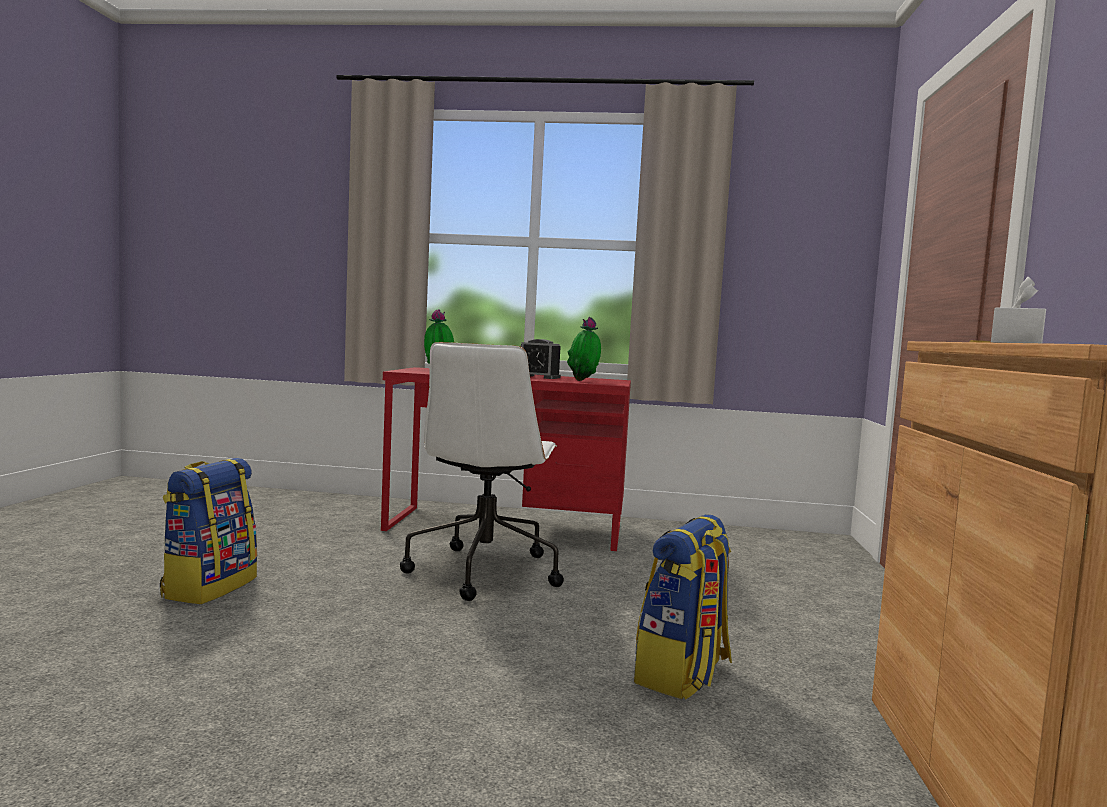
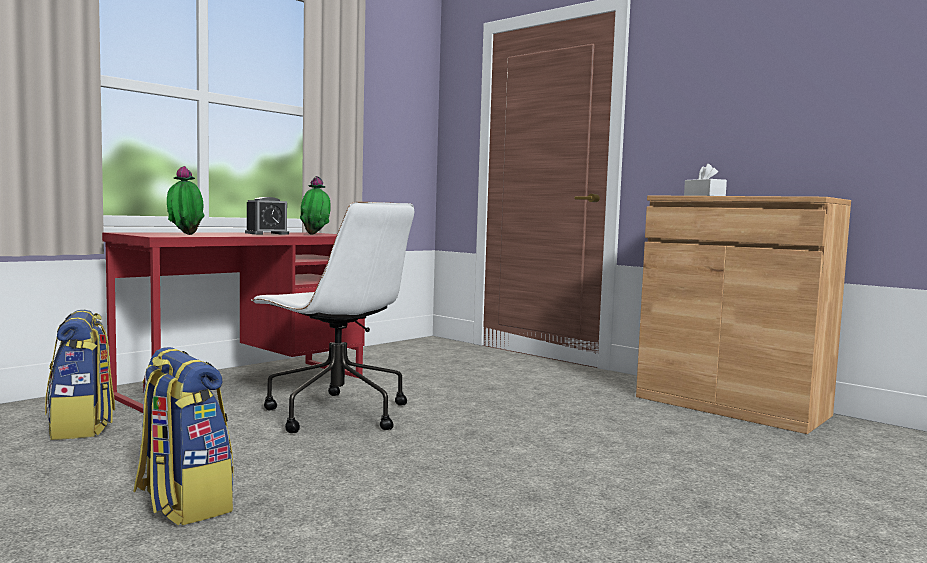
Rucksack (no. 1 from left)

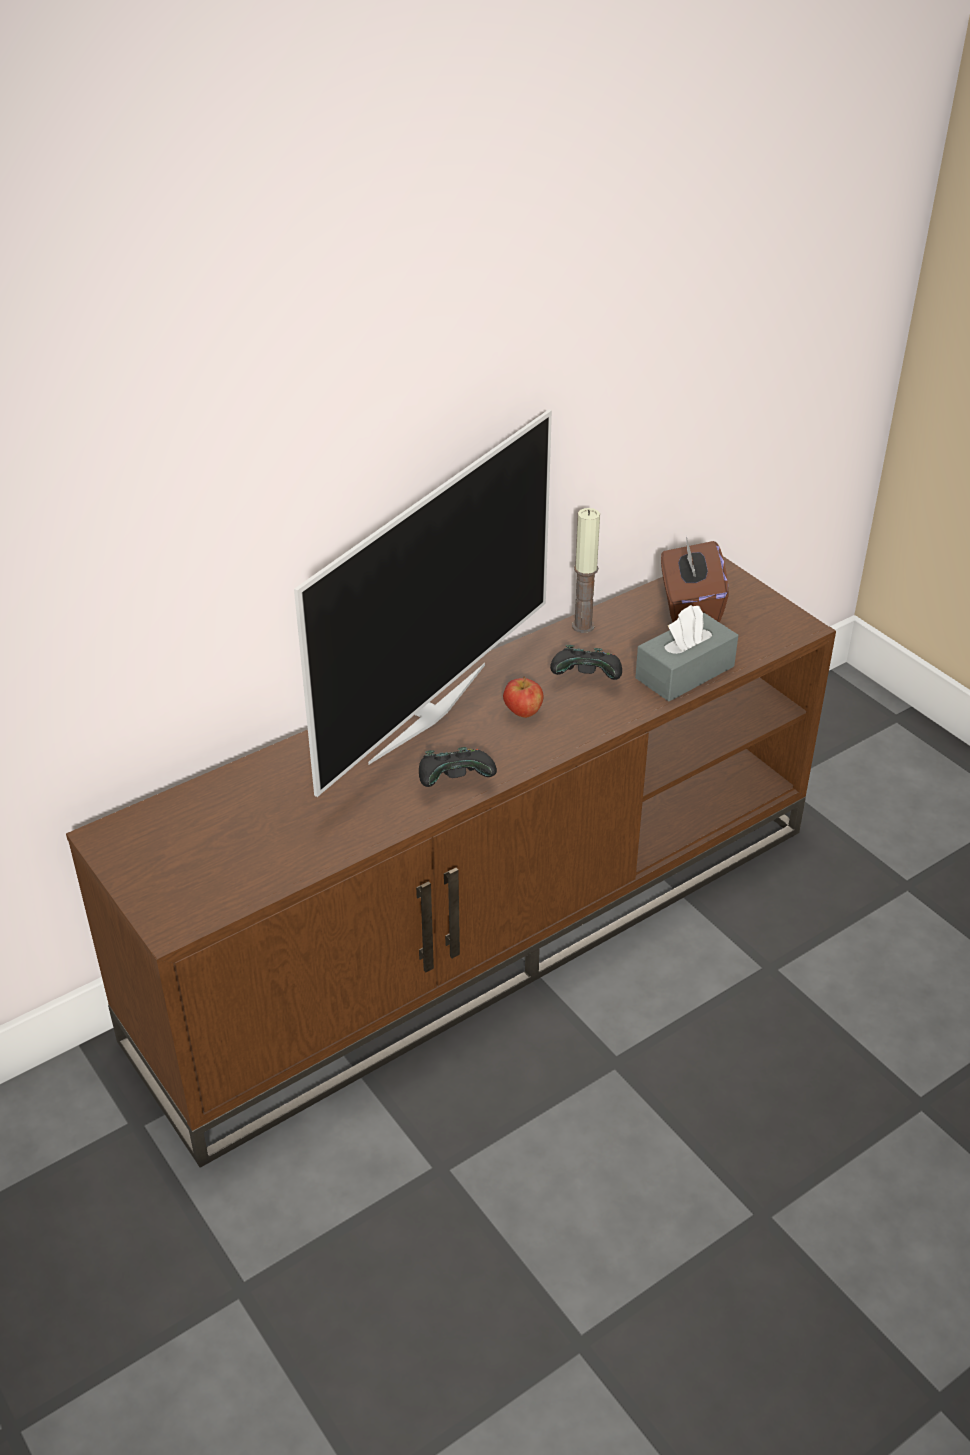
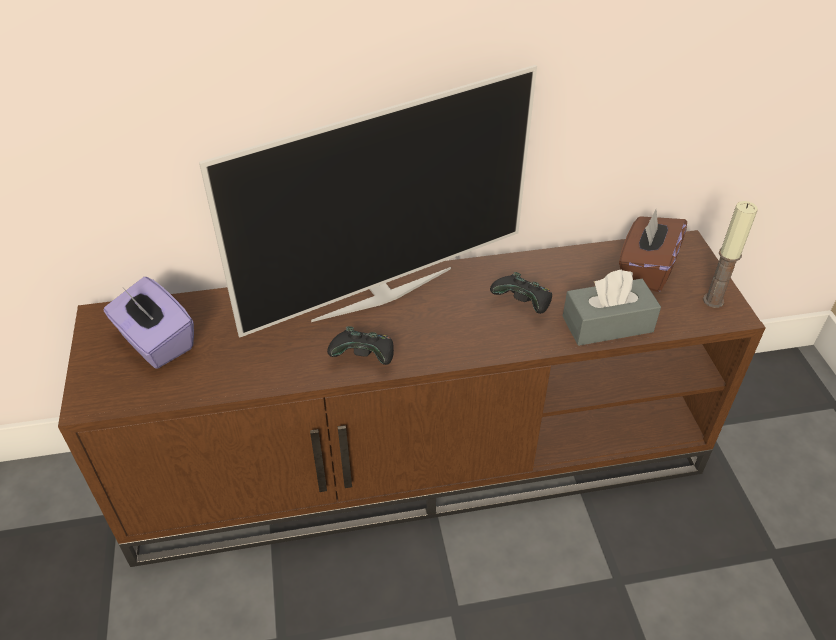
Kerze
Apfel
Taschentuchbox/lila

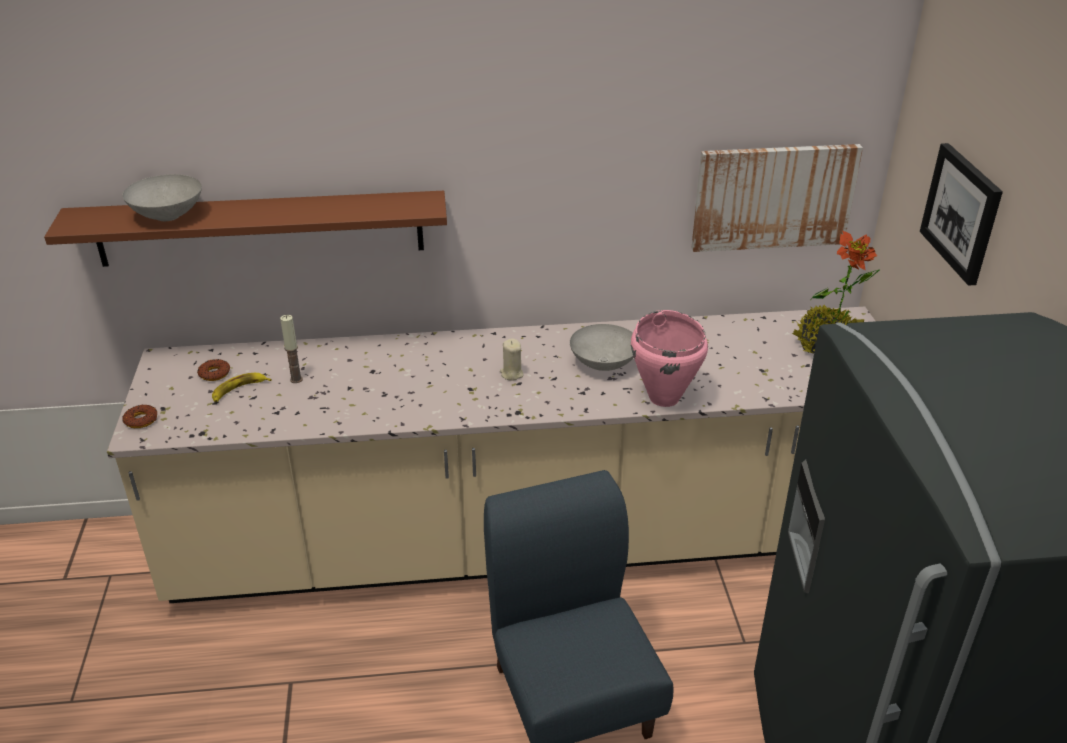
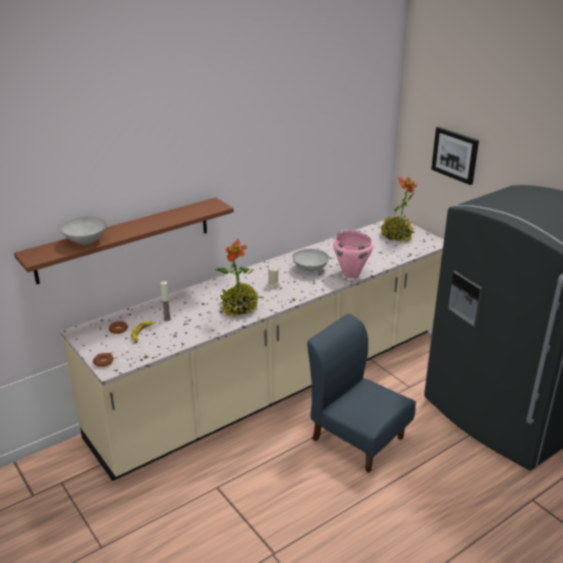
Bild (no. 1 from left in the first image)
Topfpflanze (no. 1 from left)

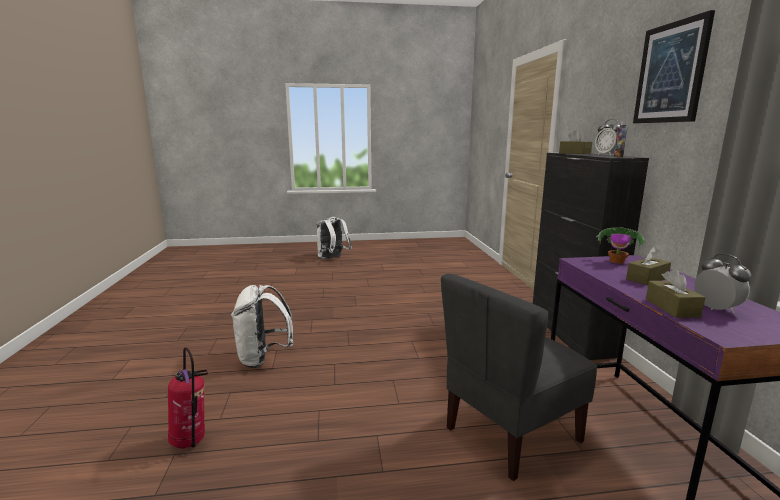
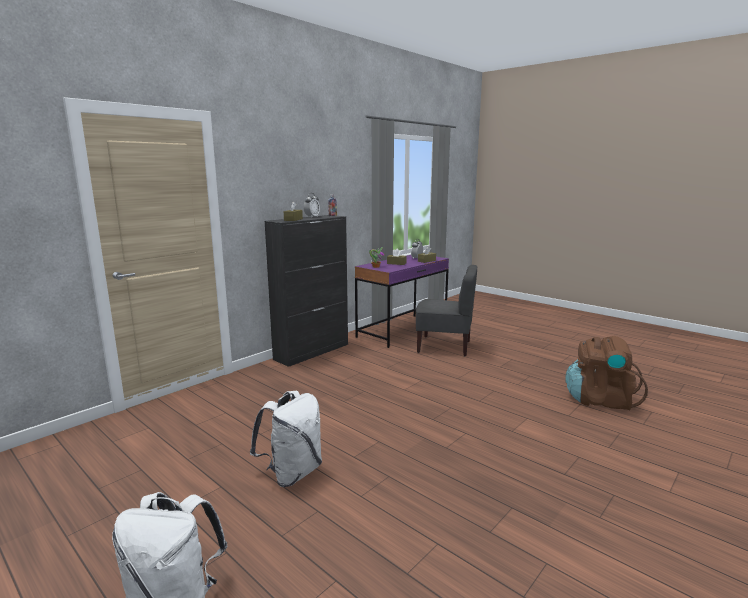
Bild
Rucksack/weiß (no. 2 from left)
Rucksack/braun

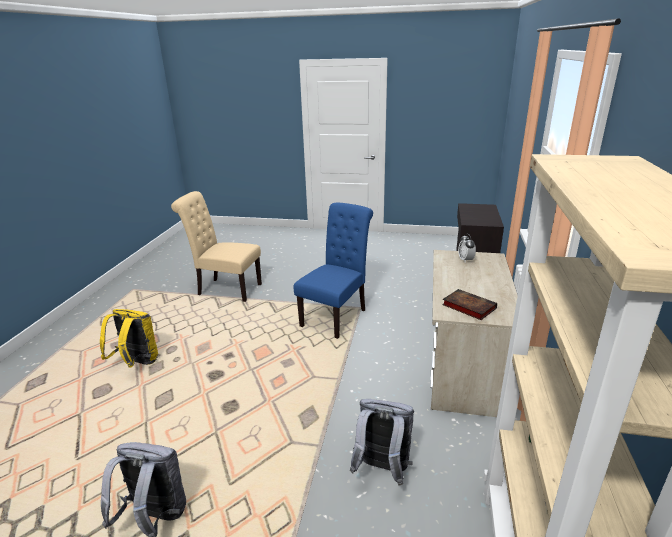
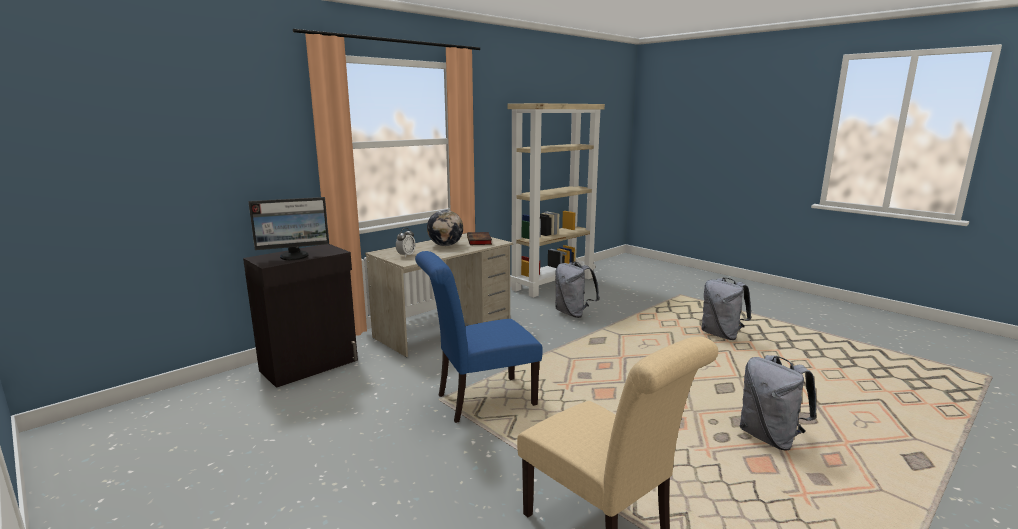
Rucksack/grau (no. 3 from left)
Monitor
Globus

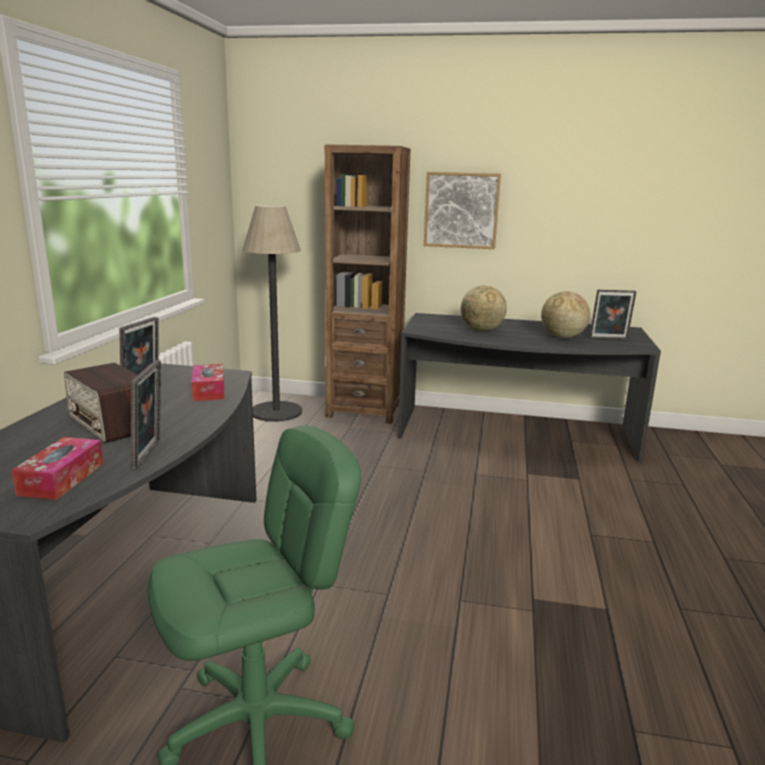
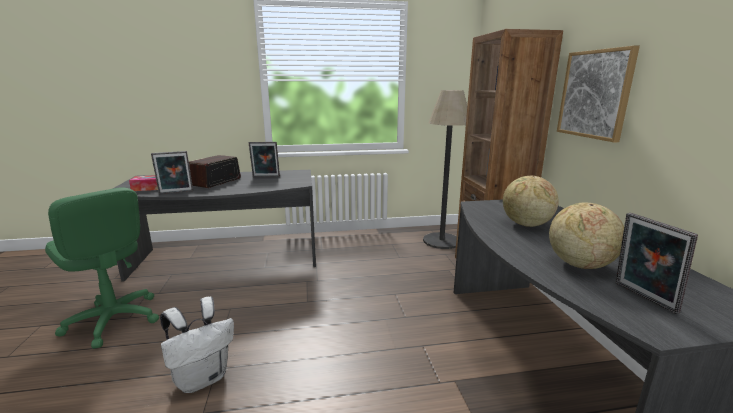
Taschentuchbox (no. 2 from left in the first image)
Rucksack/weiß

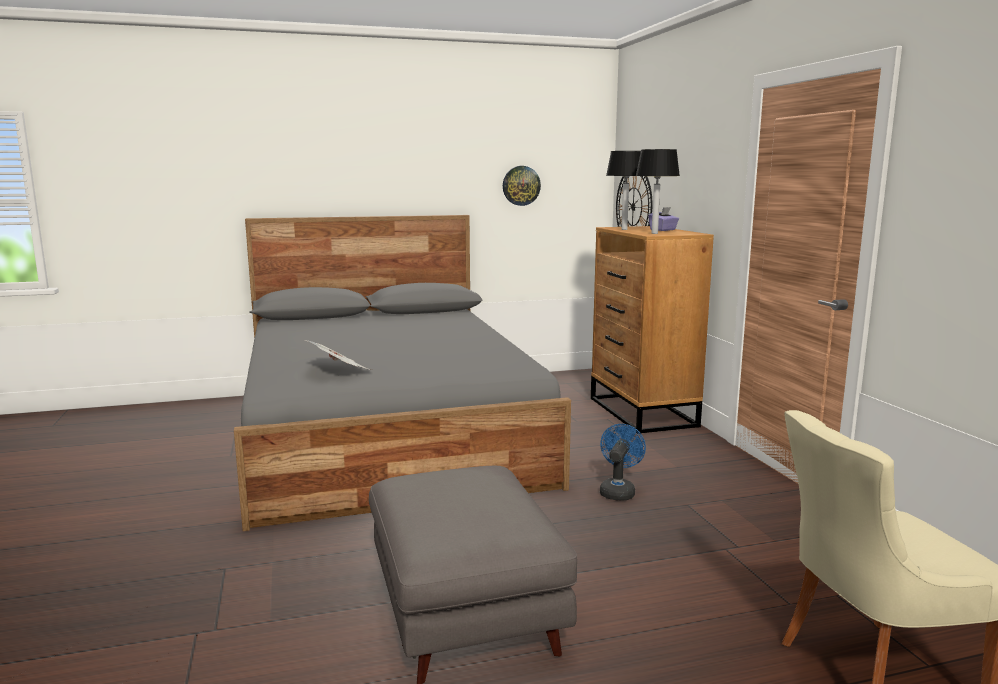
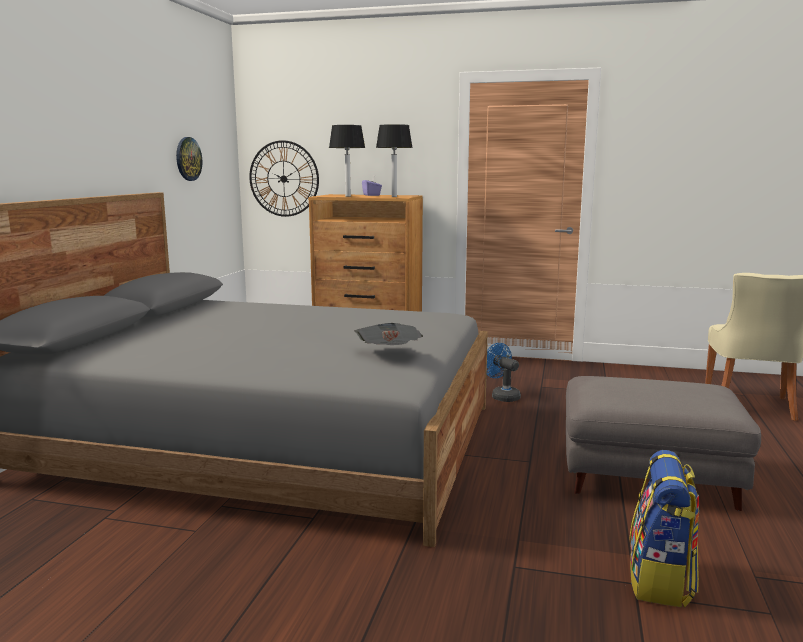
Rucksack

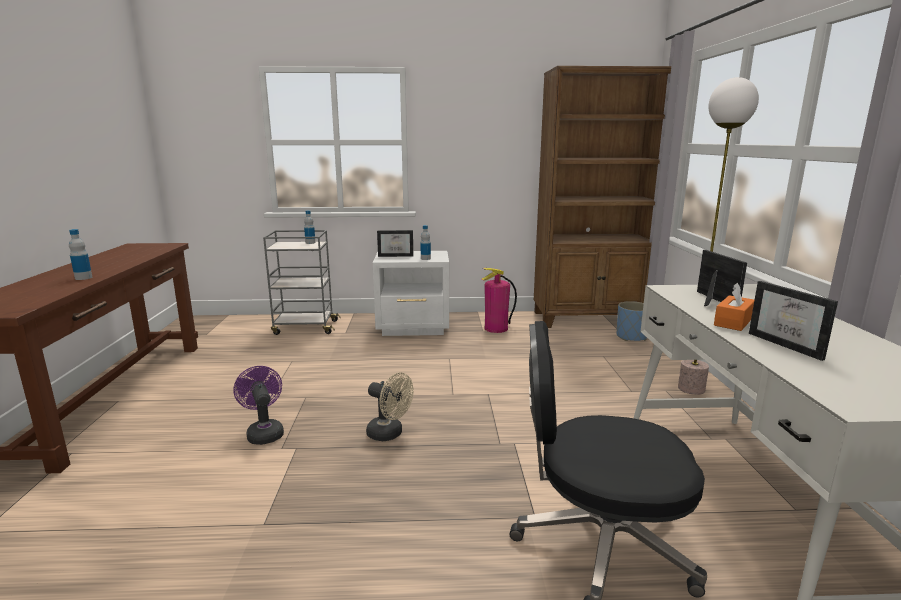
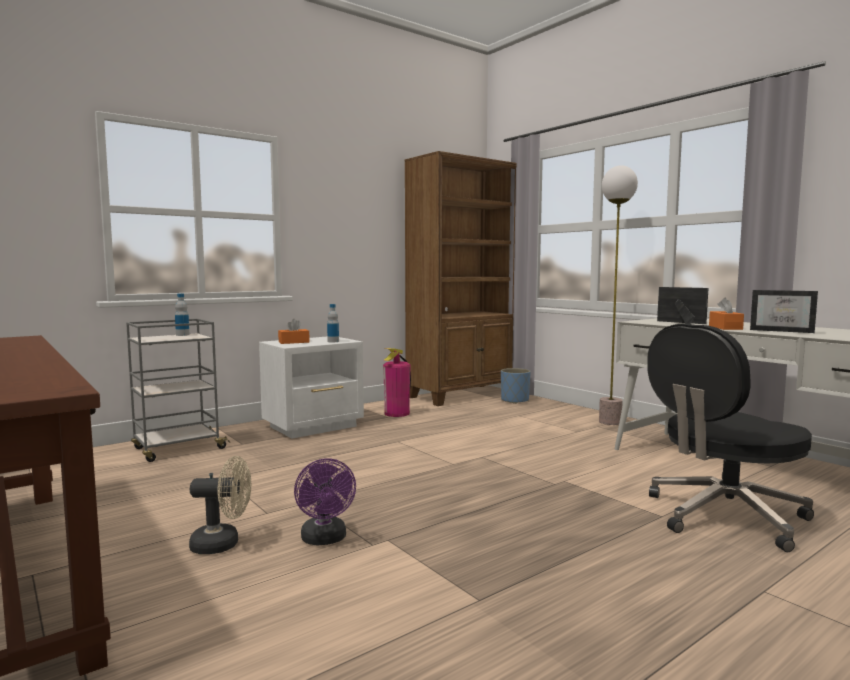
Flasche (no. 1 from left in the first image)
Taschentuchbox/orange (no. 1 from left)
Ventilator/lila
Ventilator/beige

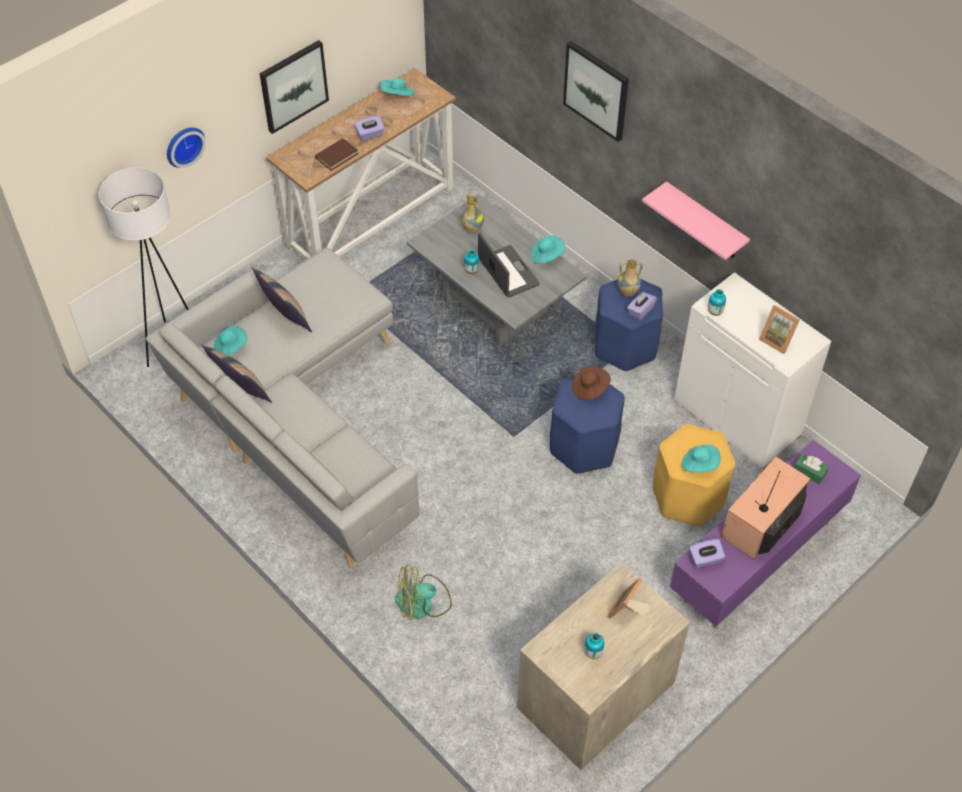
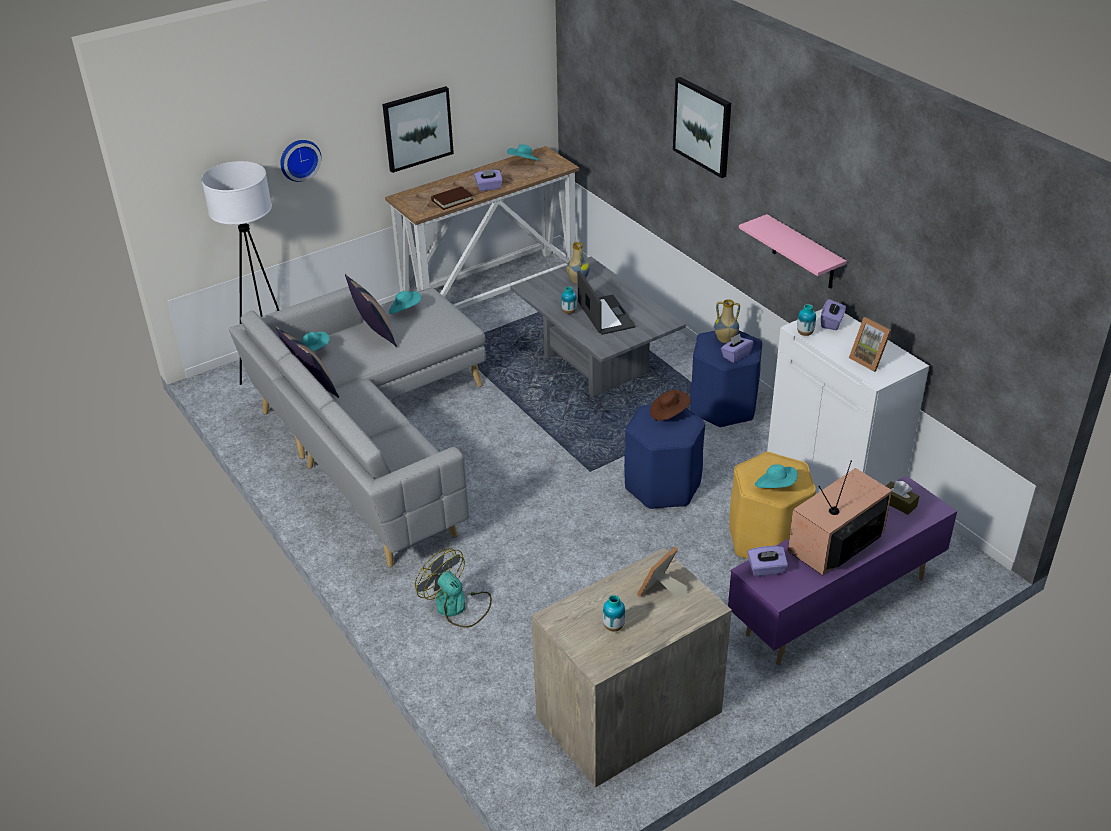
Hut/türkis (no. 2 from left)
Taschentuchbox/braun
Ventilator
Taschentuchbox/lila (no. 4 from left)

